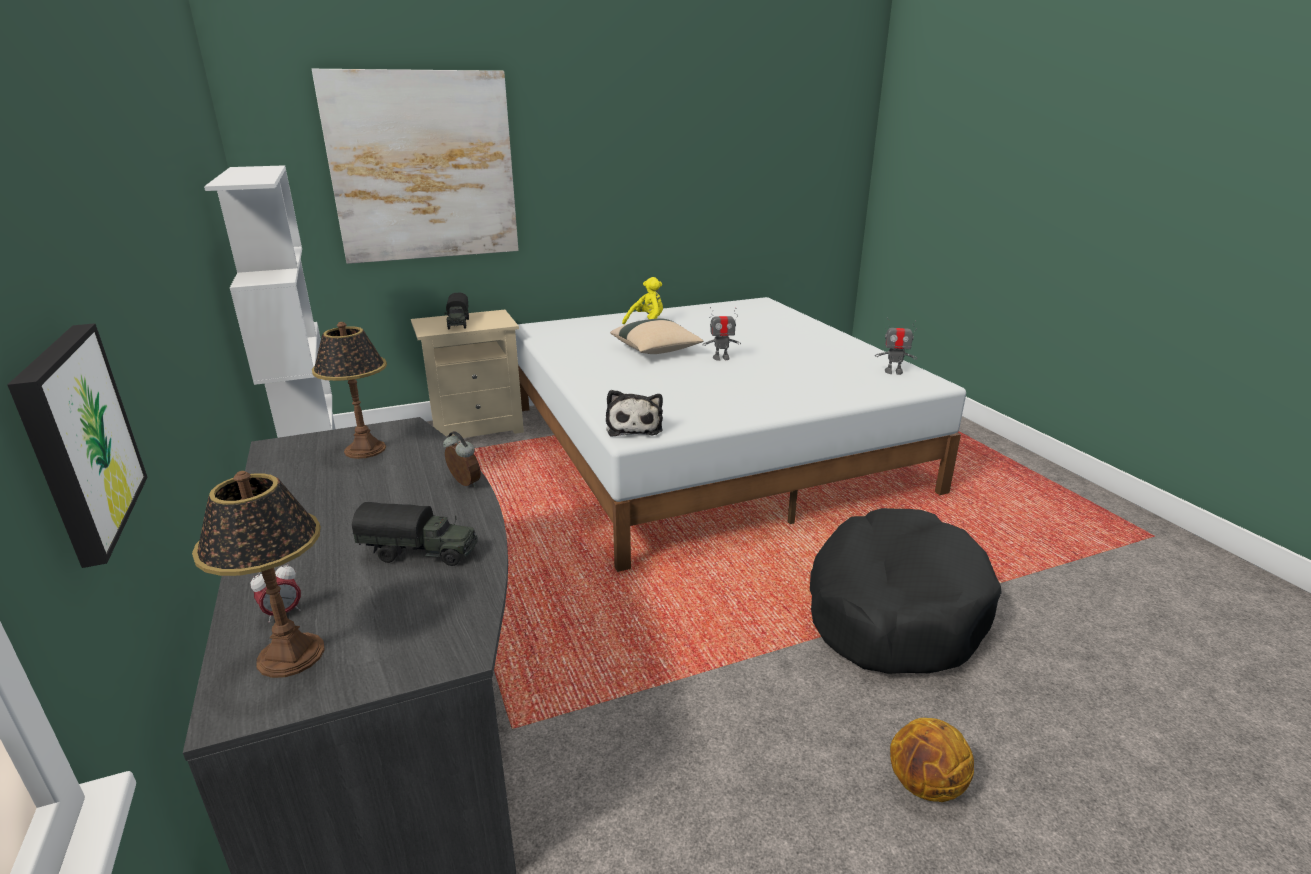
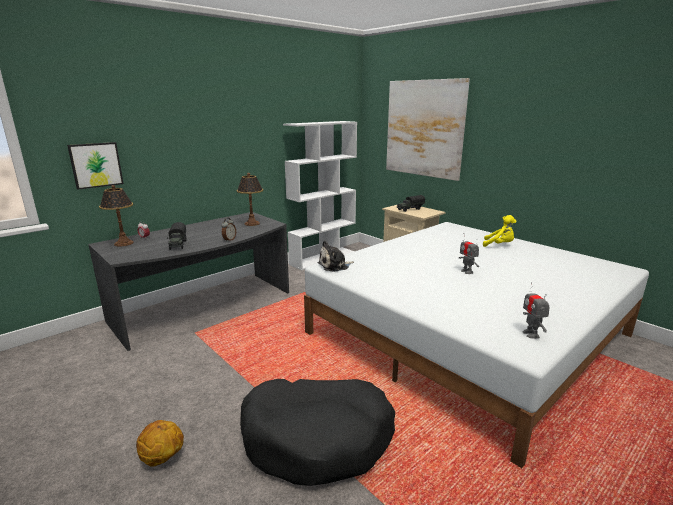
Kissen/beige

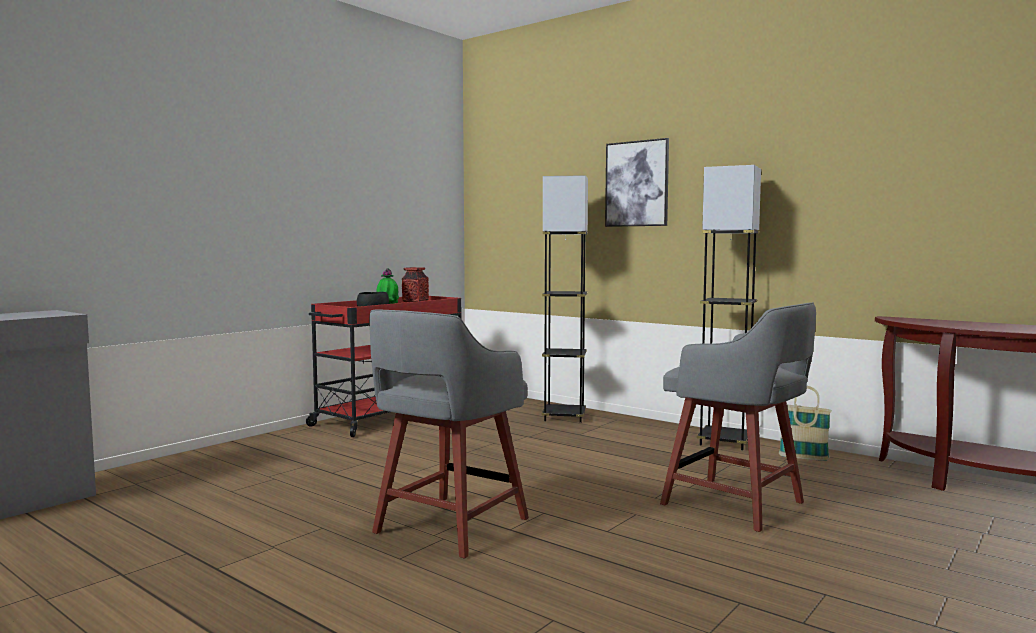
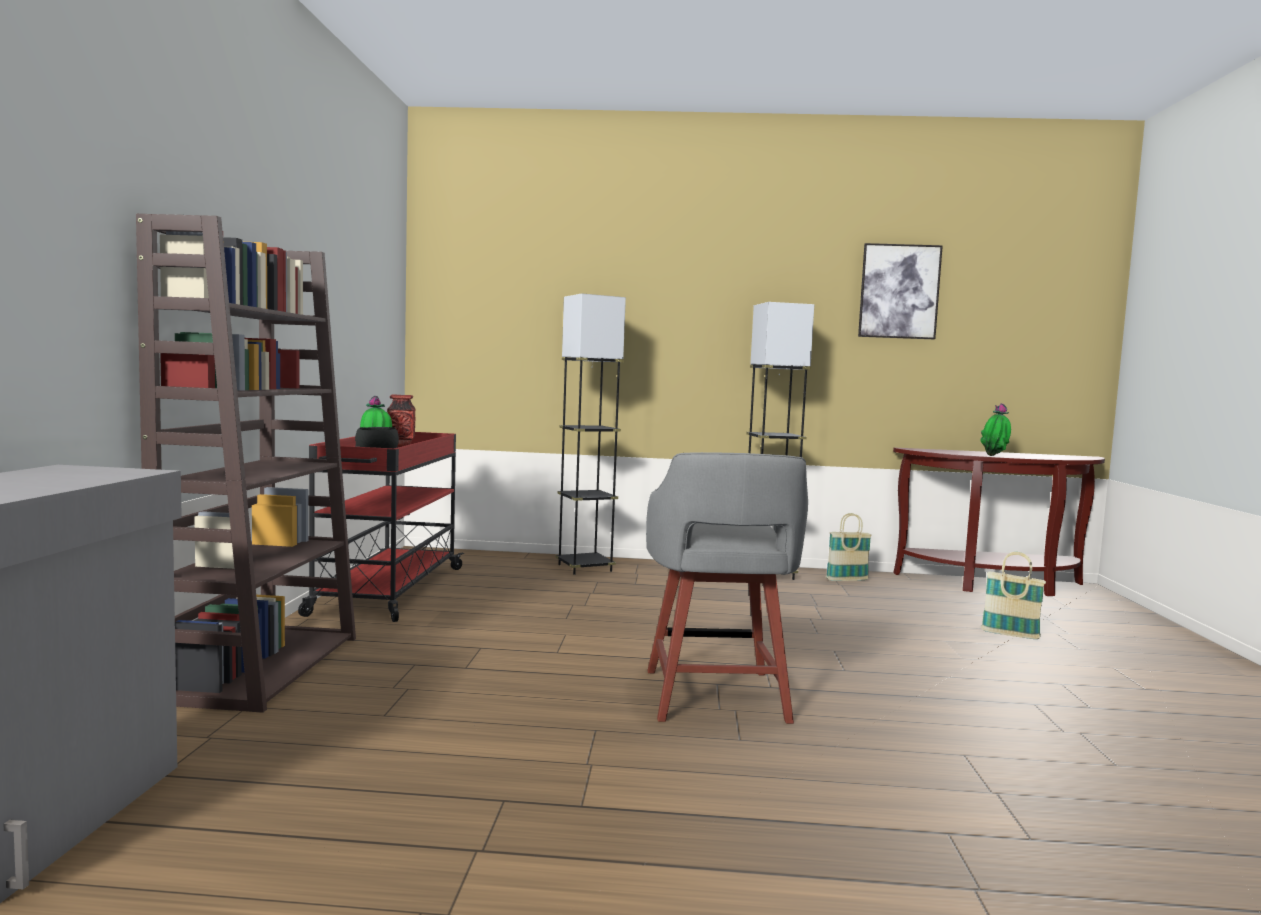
Bild
Hocker/grau (no. 2 from left in the first image)
Bücherregal/braun
Topfpflanze (no. 2 from left)
Korb (no. 2 from left)

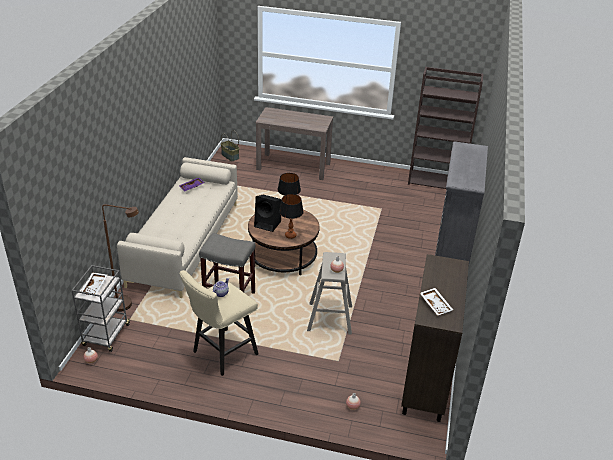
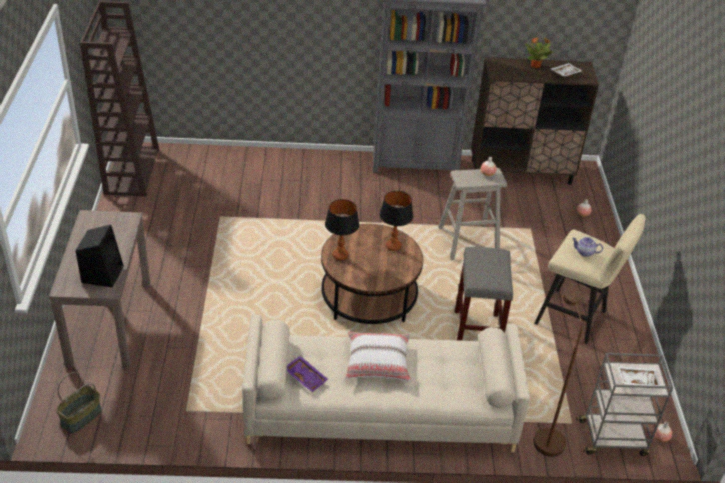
Lautsprecher/schwarz
Topfpflanze
Kissen/weiß

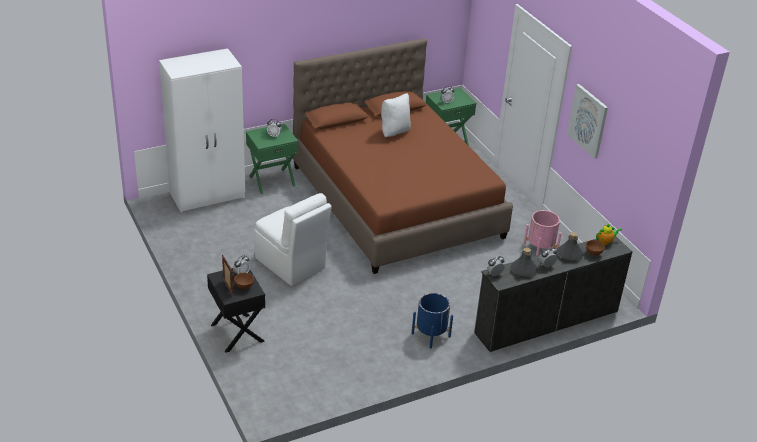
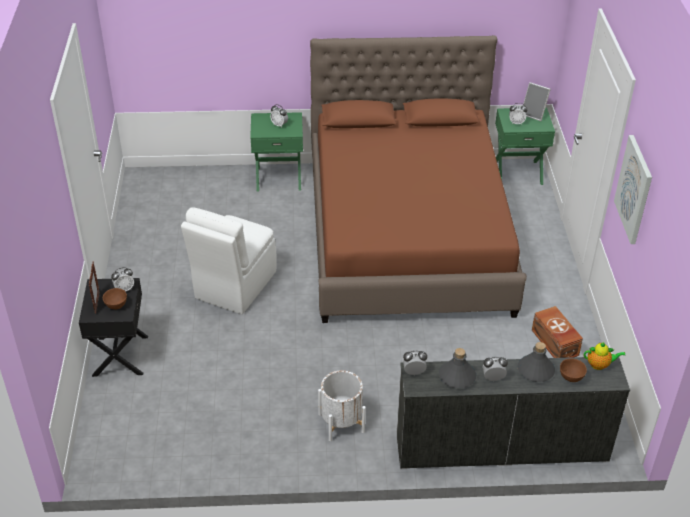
Kleiderschrank/weiß
Kissen/weiß
Stuhl/weiß
Aufbewahrungsbox/braun
Pflanzkübel/weiß
Bilderrahmen (no. 2 from left)

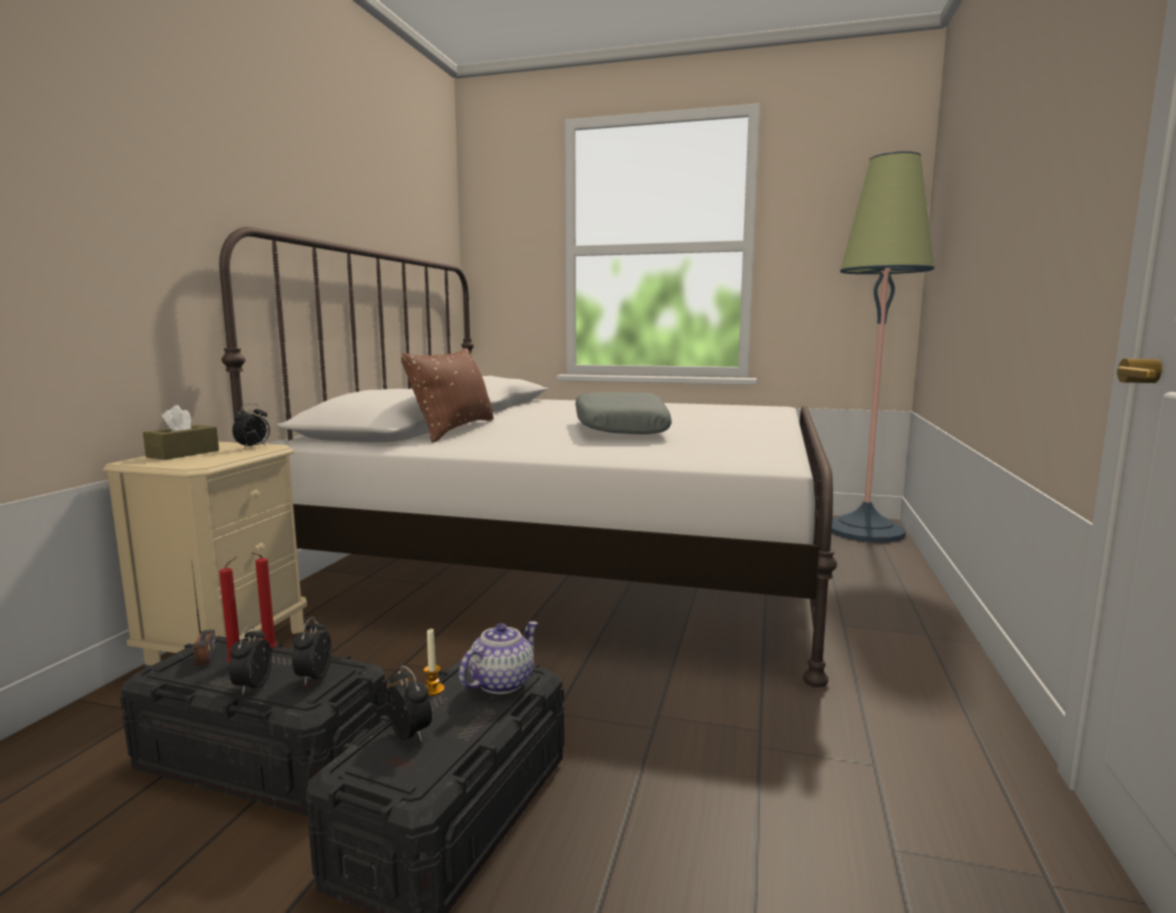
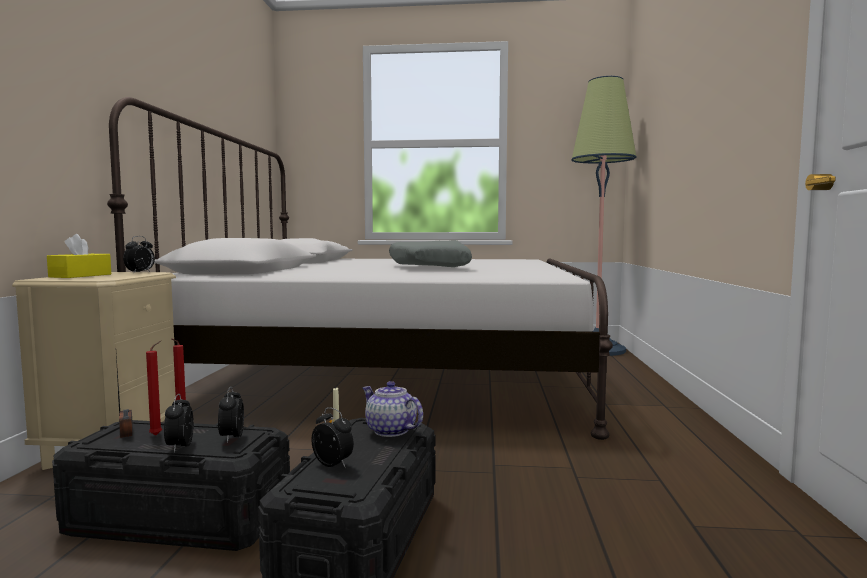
Kissen/braun
Taschentuchbox/gelb
Teekanne

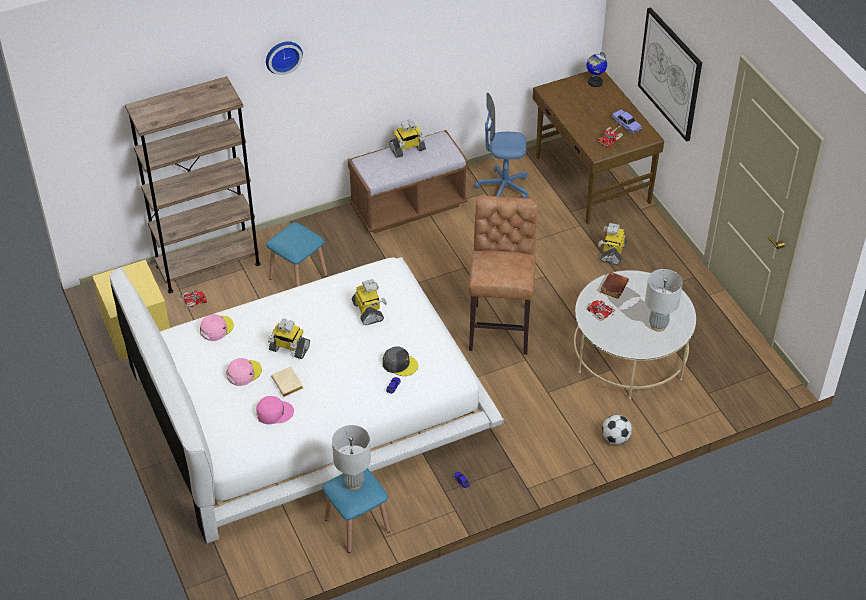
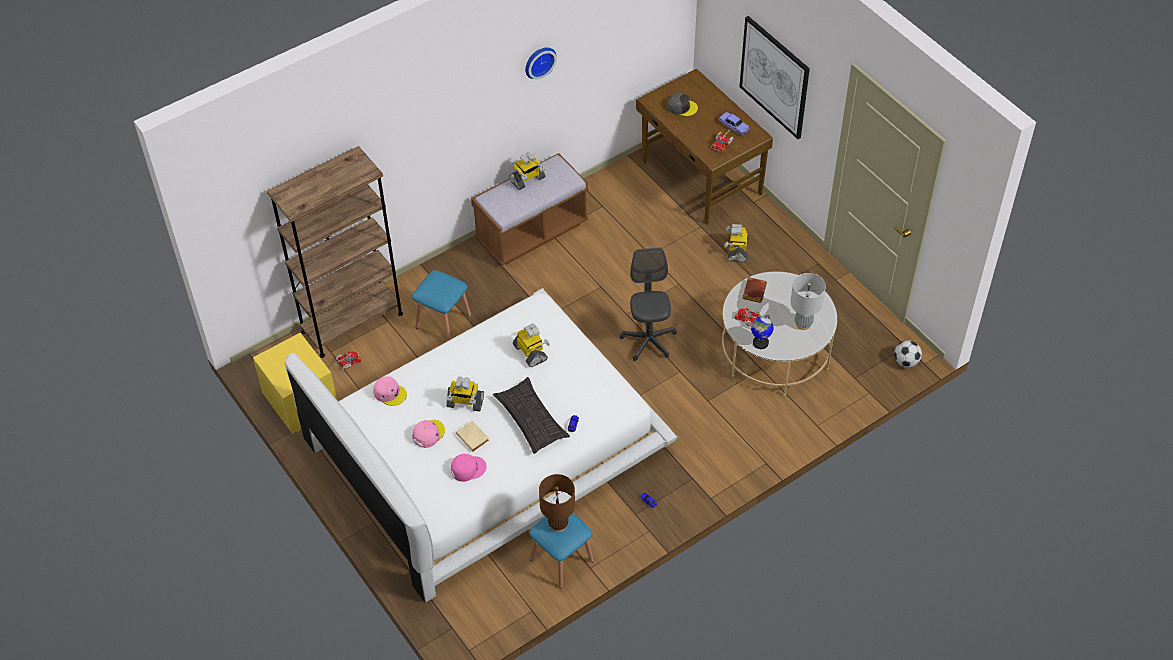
Wanduhr
Globus
Bürostuhl/blau
Bürostuhl/grau
Kappe/rosa (no. 1 from left)
Kappe/grau
Fußball
Tischlampe/braun
Kissen

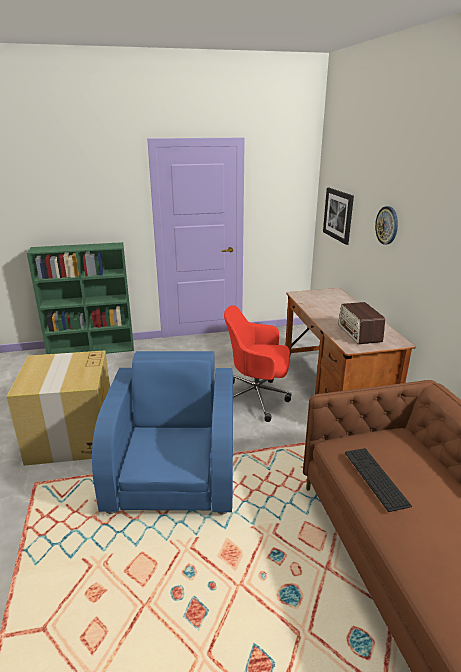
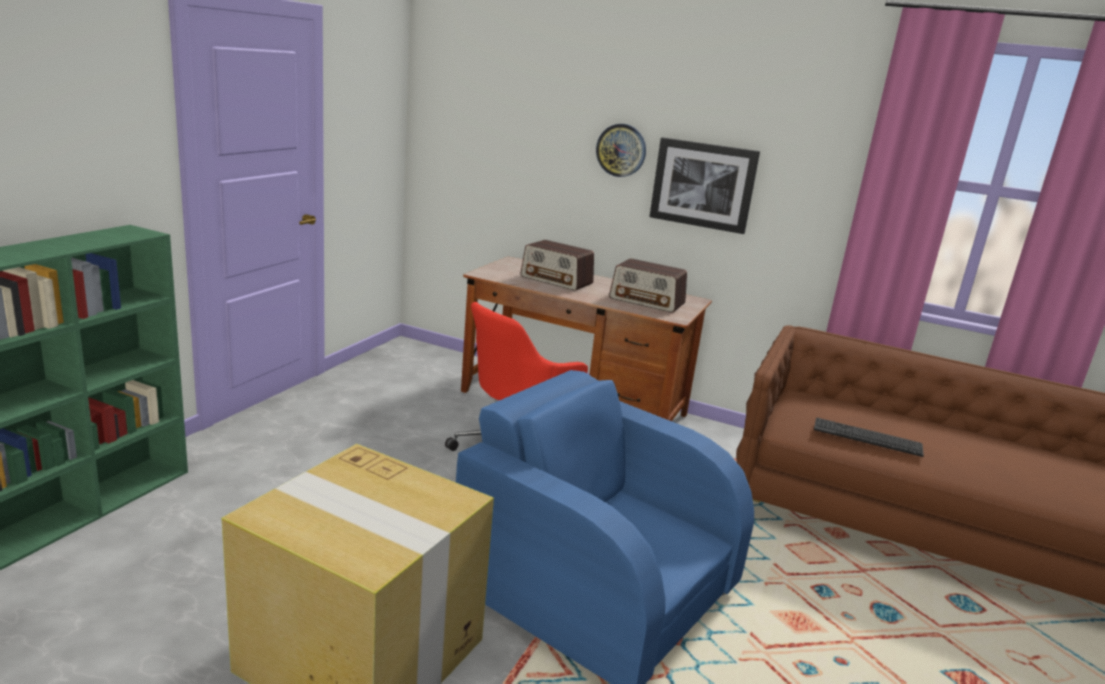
Bild
Radio (no. 1 from left)

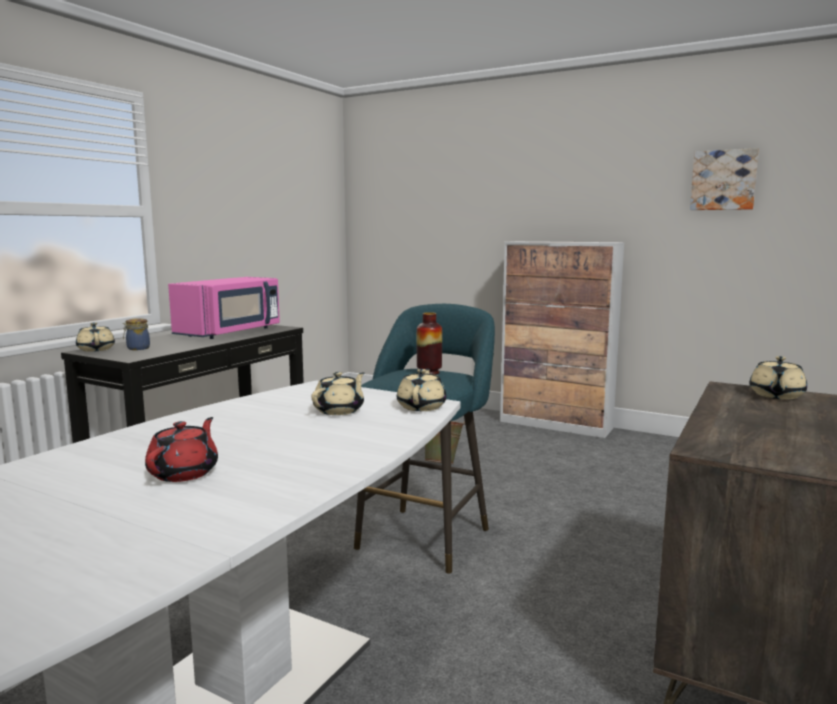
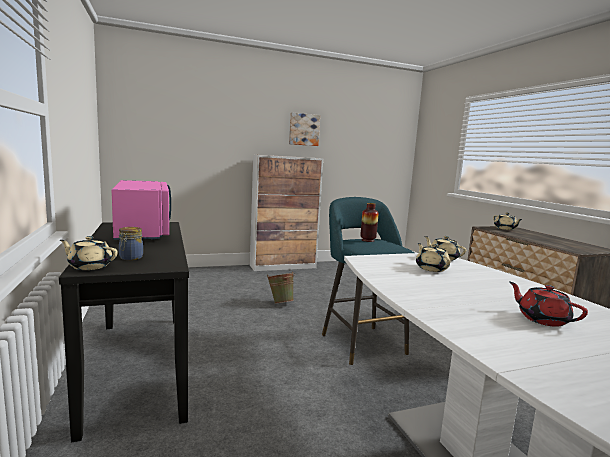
Bild

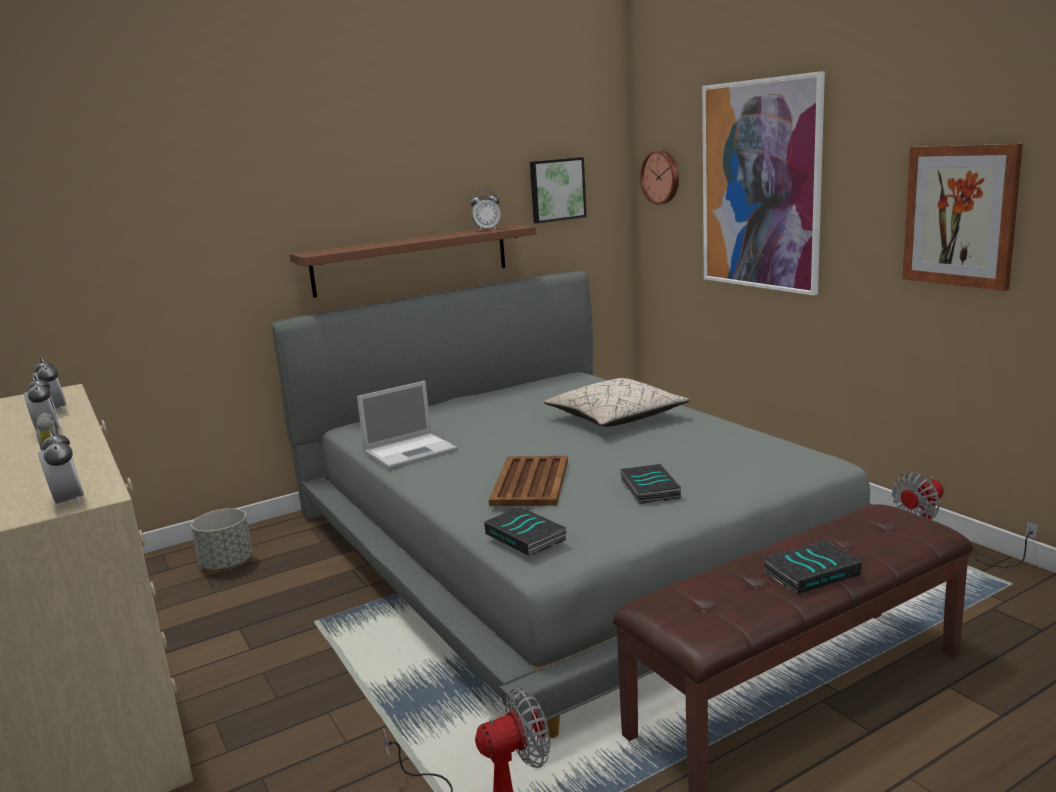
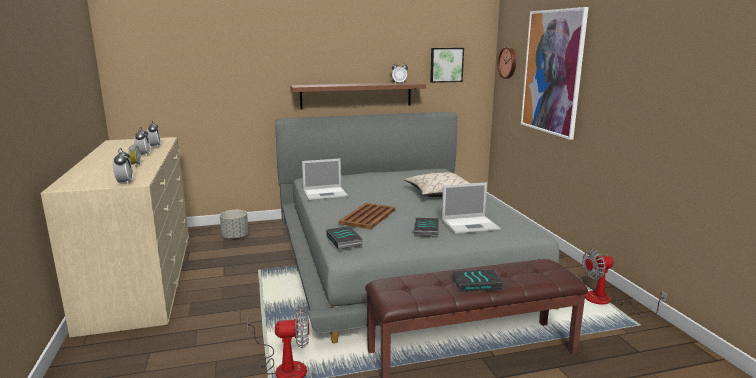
Bild (no. 3 from left in the first image)
Laptop (no. 2 from left)

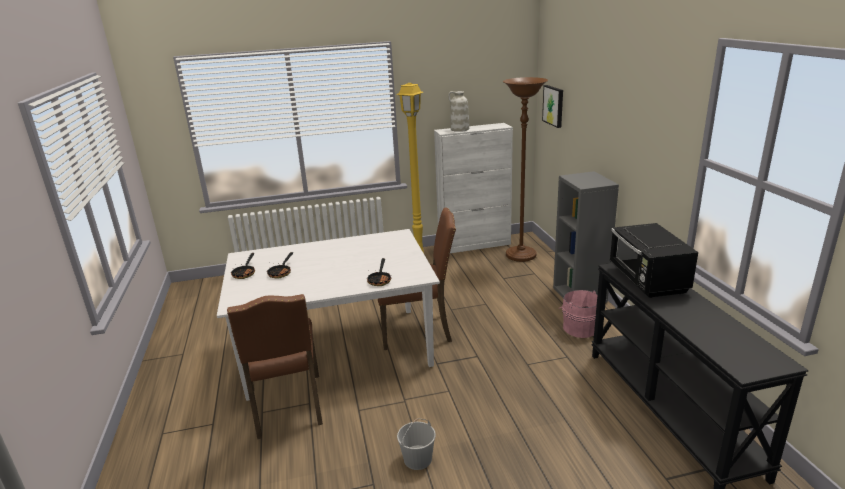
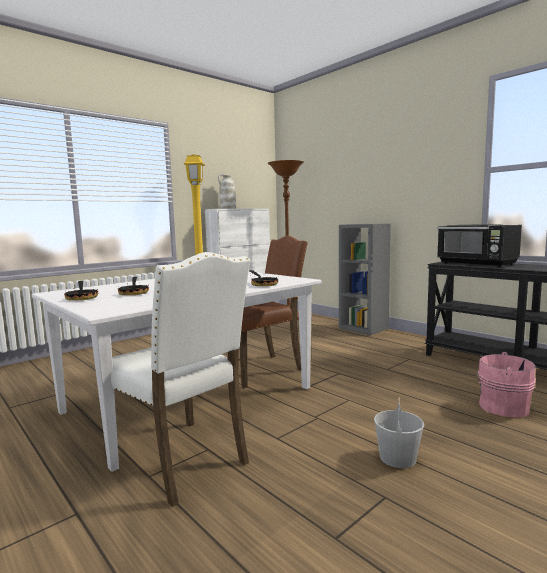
Bild
Eimer/rosa
Stuhl/weiß

